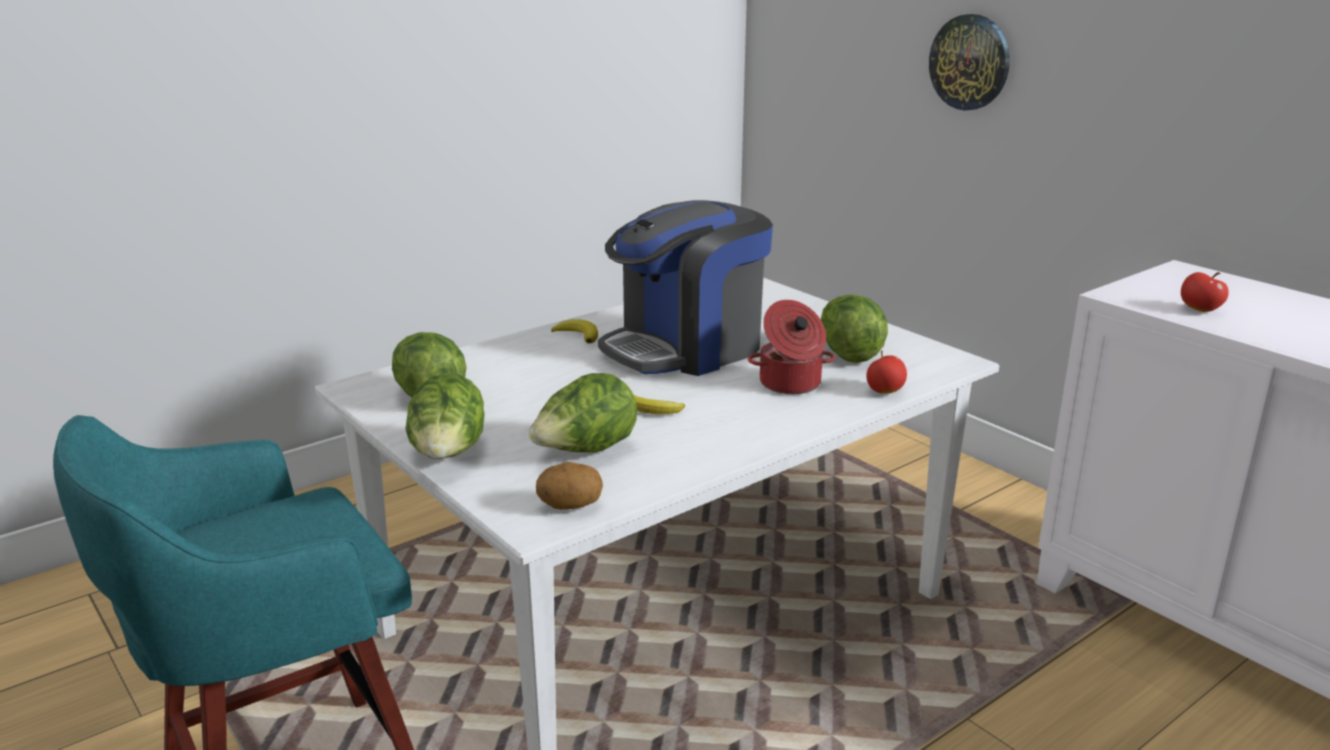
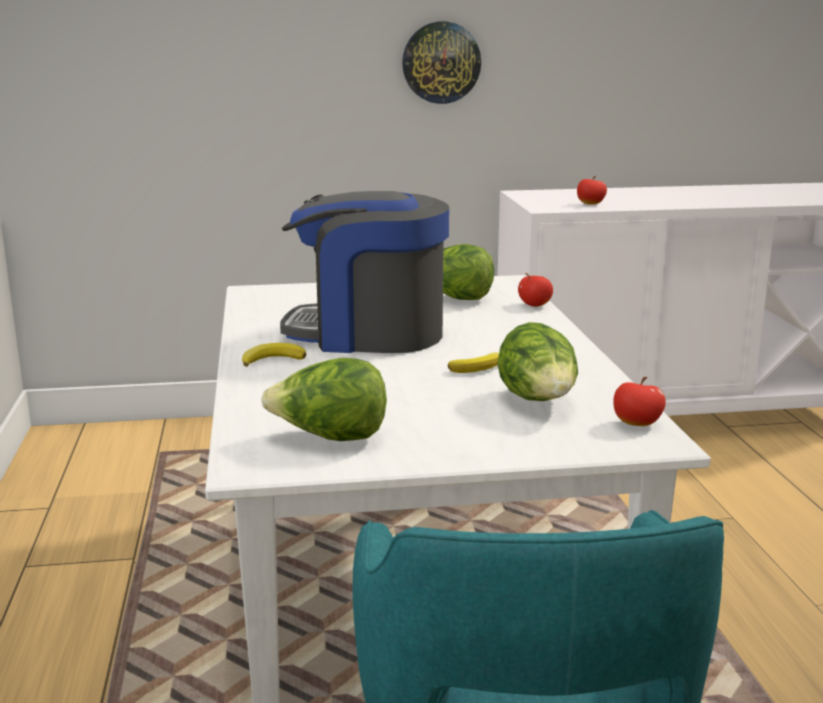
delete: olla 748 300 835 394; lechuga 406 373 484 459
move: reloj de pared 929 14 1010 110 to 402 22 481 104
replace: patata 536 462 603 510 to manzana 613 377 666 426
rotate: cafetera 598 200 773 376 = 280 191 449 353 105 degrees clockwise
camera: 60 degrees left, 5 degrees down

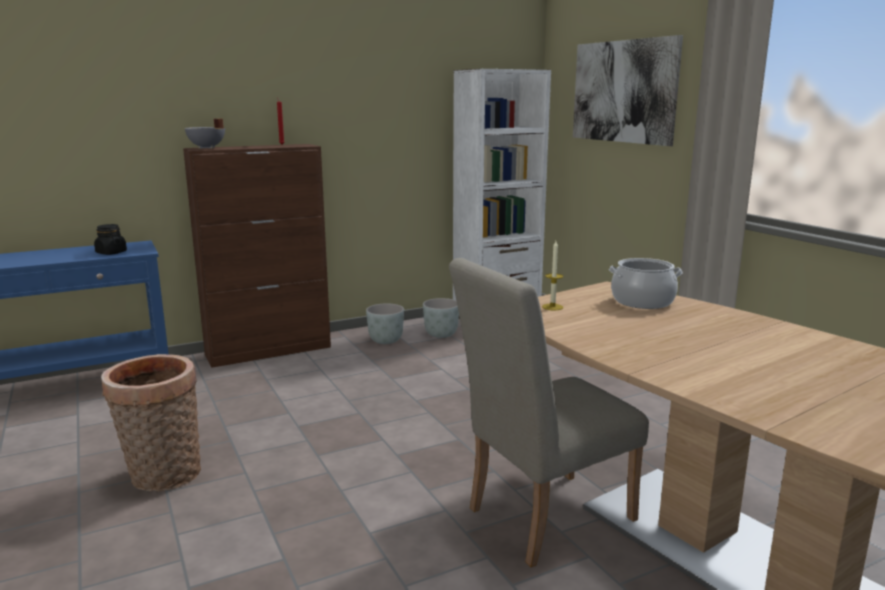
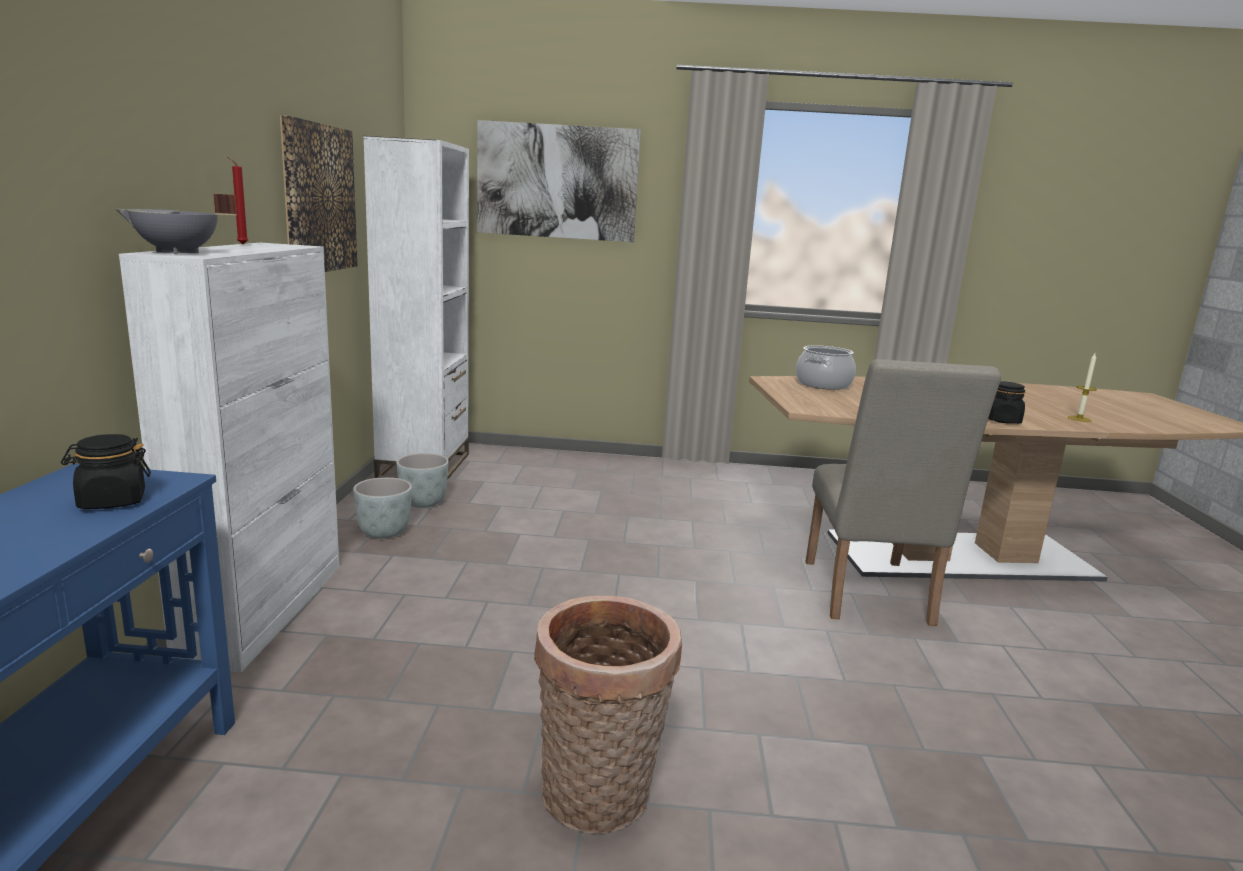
insert: cuadro 280 115 357 272; tarro/negro 988 381 1025 424
move: vela 542 241 563 311 to 1068 353 1097 422
recolor: armario/marrón 183 144 331 368 to armario/blanco 119 243 339 672
camera: 60 degrees left, 0 degrees up

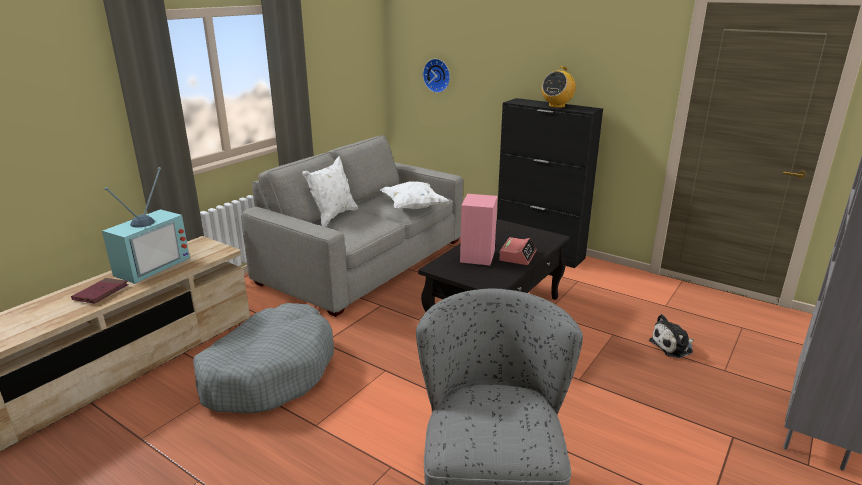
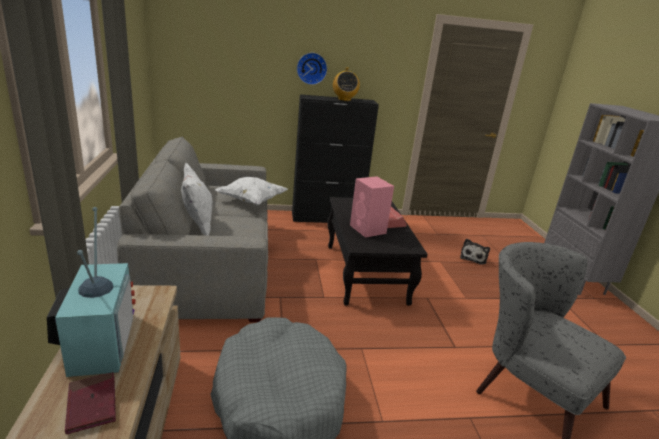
move: reloj de pared 423 59 450 93 to 297 53 327 85
camera: 45 degrees left, 0 degrees up

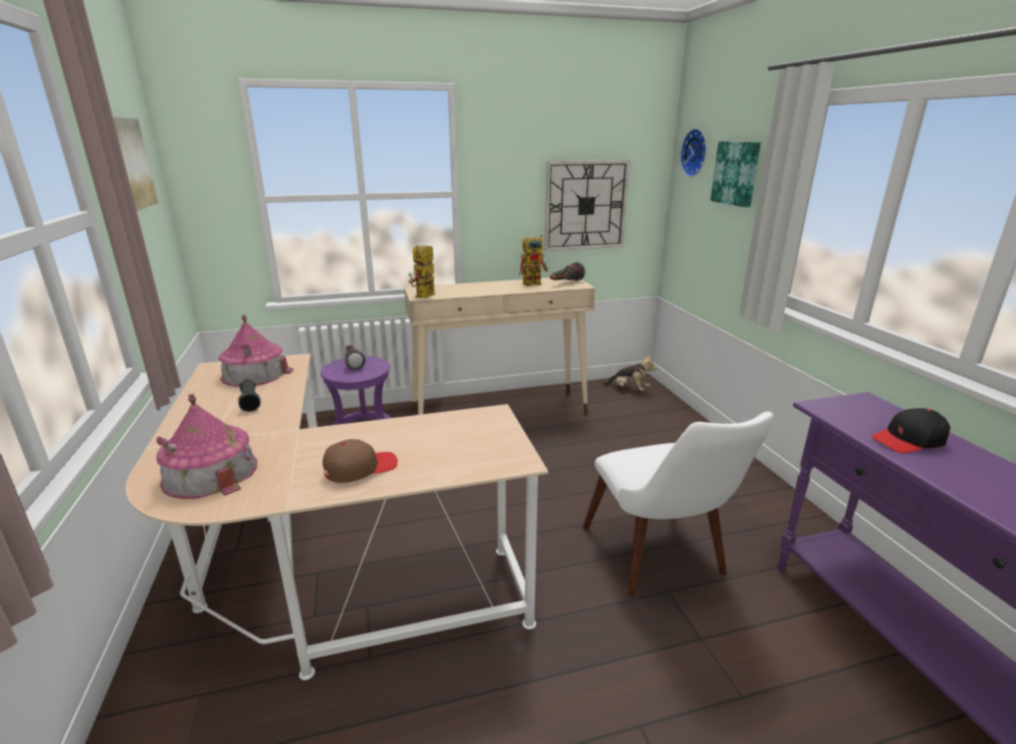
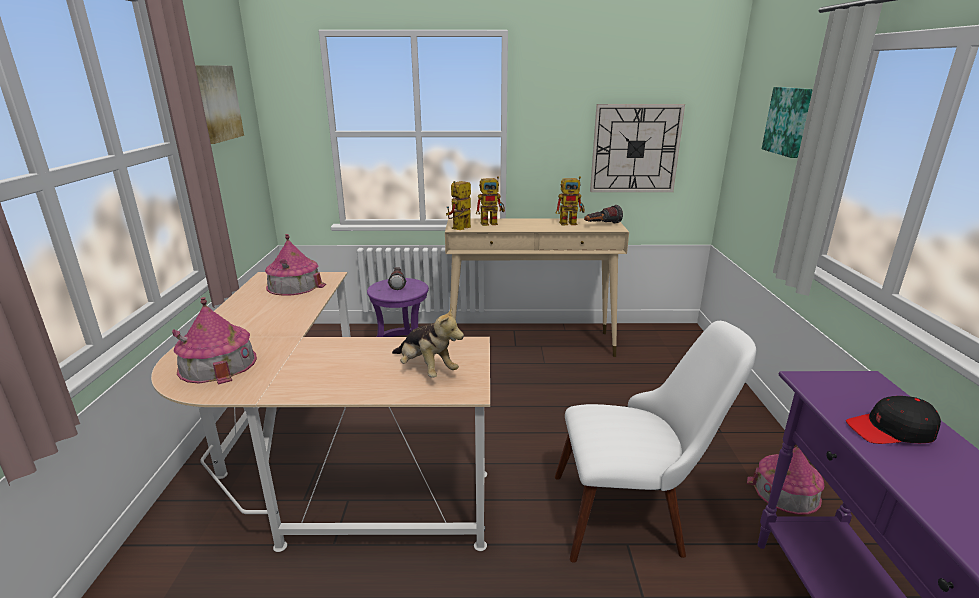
delete: reloj de pared 680 128 707 177; linterna/negro 238 379 261 412; gorra/marrón 322 439 398 483
insert: robot de juguete 476 176 505 226; casita 747 446 824 515
move: peluche 603 354 657 391 to 392 306 464 377
rotate: silla/blanco 583 411 774 597 = 555 321 756 562 90 degrees counterclockwise
camera: 15 degrees right, 0 degrees up

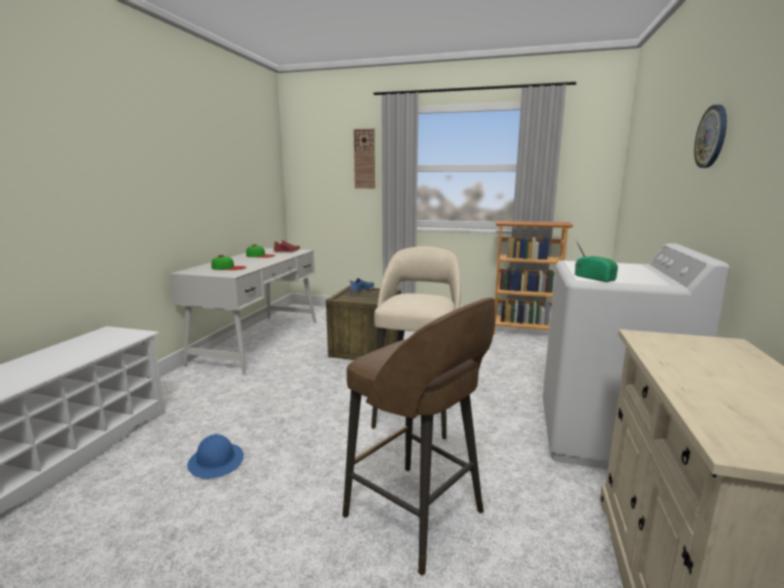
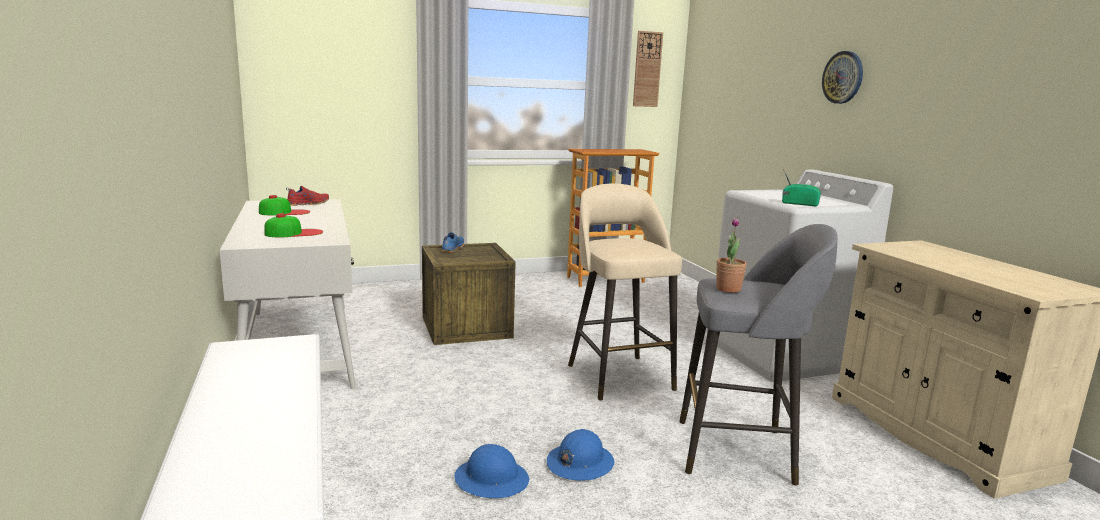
insert: planta en maceta 716 218 747 293; casco/azul 547 429 614 481
move: reloj de pared 354 128 375 189 to 633 31 663 107
recolor: taburete/marrón 343 297 495 575 to taburete/gris 679 224 838 486
camera: 35 degrees left, 0 degrees up

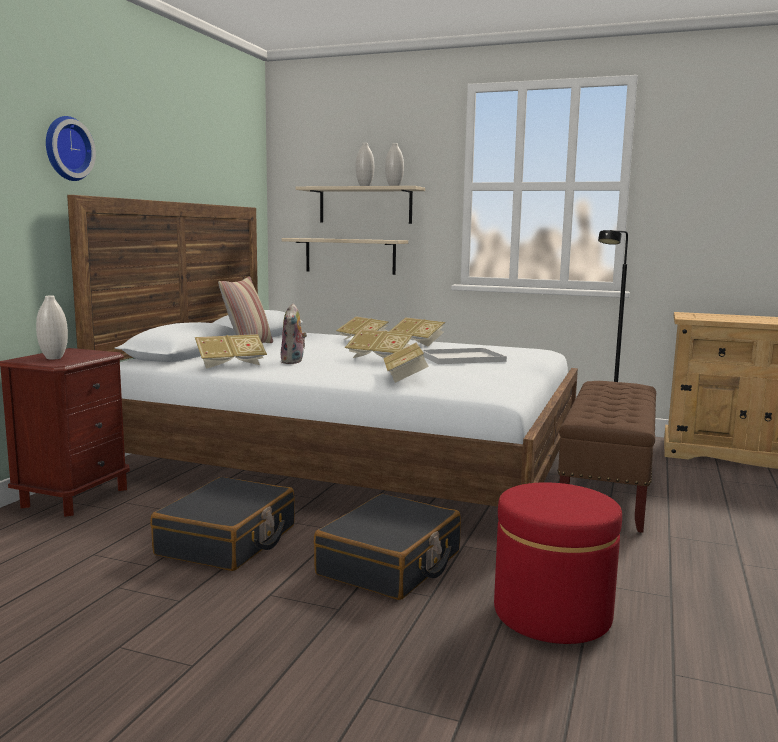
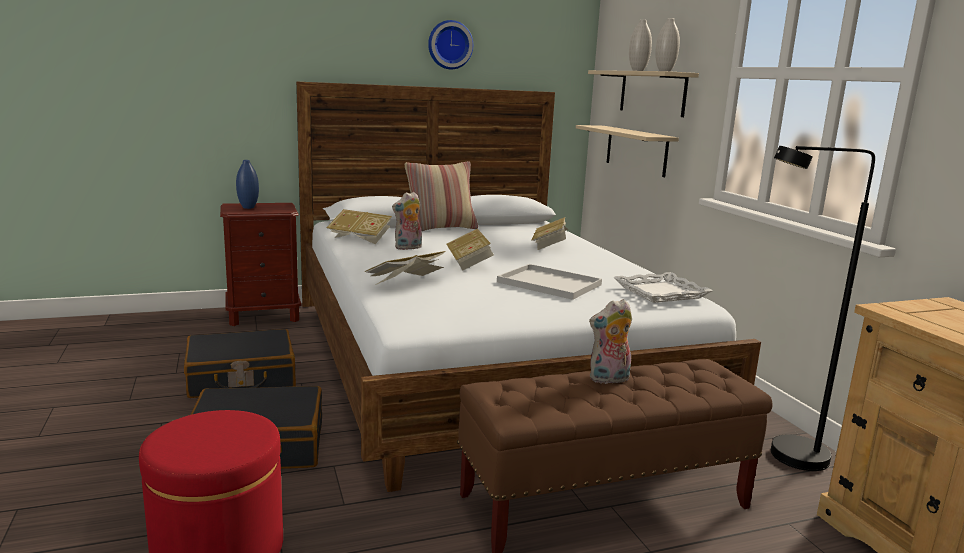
delete: libro 389 317 445 346
insert: bandeja/blanco 614 272 712 303; peluche 589 299 632 384
move: reloj de pared 46 116 96 181 to 428 20 473 70
recolor: florero/blanco 36 296 68 359 to florero/azul 236 160 259 209
camera: 50 degrees right, 5 degrees up

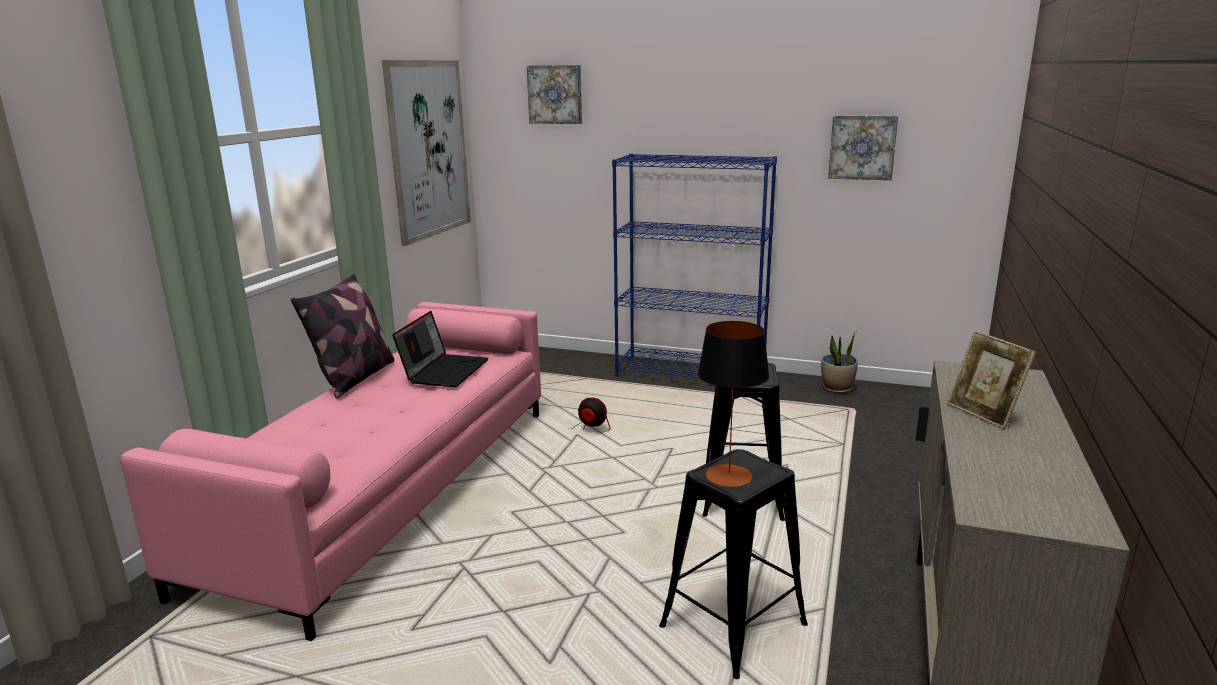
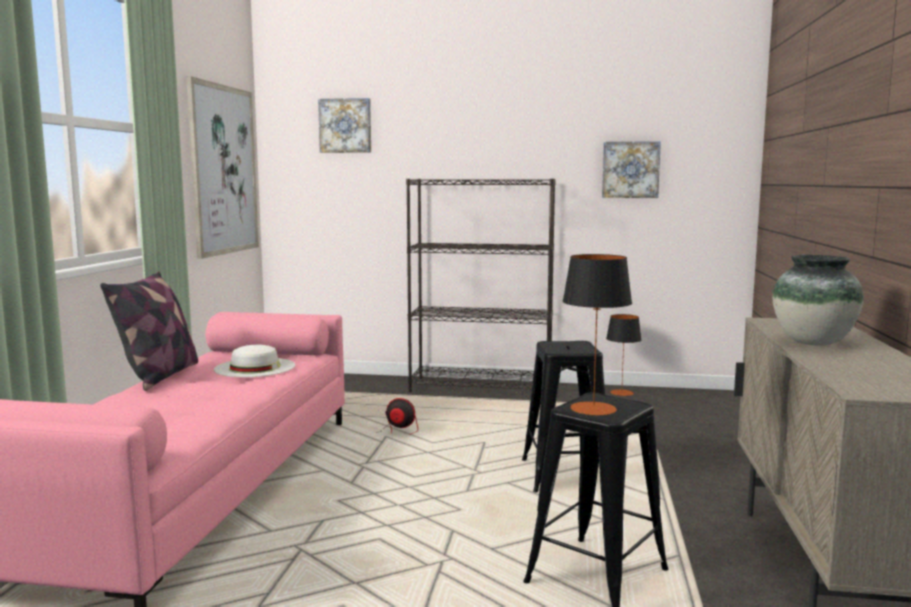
replace: portátil 392 311 488 387 to sombrero/blanco 214 345 295 377; planta en maceta 821 330 858 393 to lámpara de mesa 606 314 641 396; portarretratos 947 330 1036 430 to florero 773 255 864 346
recolor: estantería/azul 612 153 777 378 to estantería/negro 406 179 556 392
camera: 10 degrees left, 10 degrees down

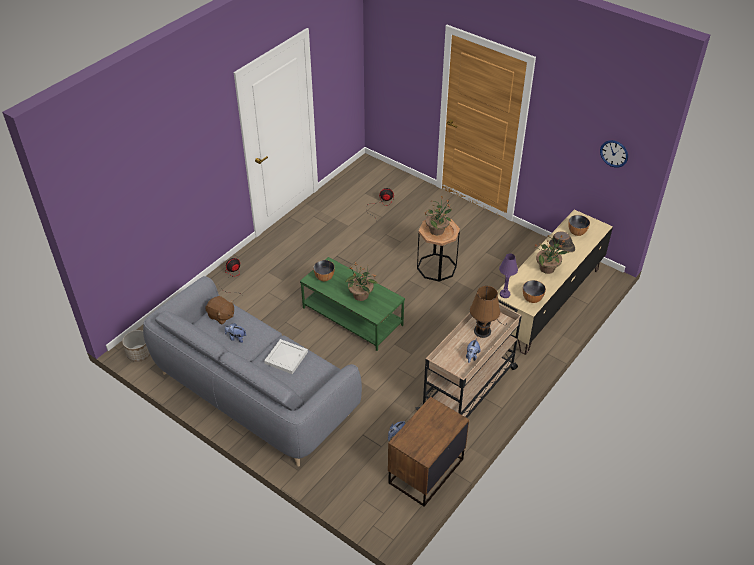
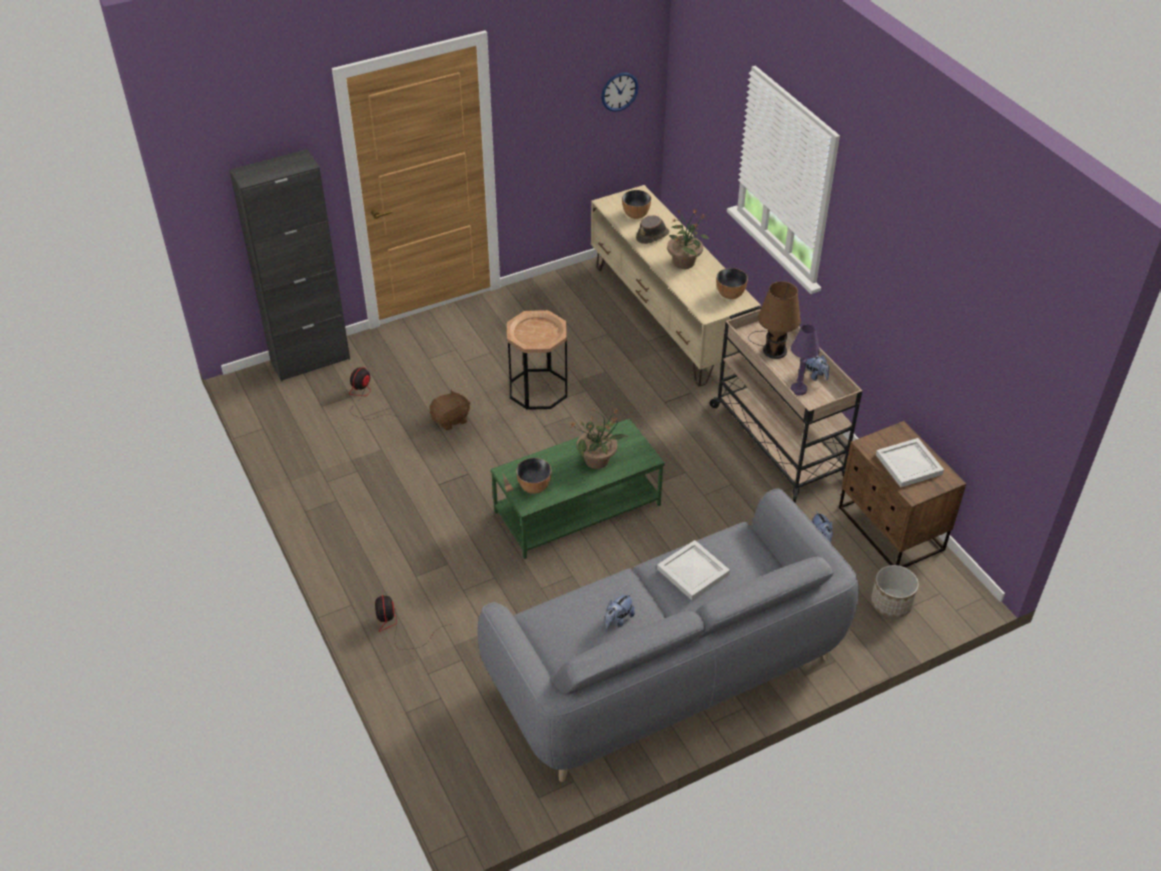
delete: planta en maceta 424 197 453 235
insert: armario/negro 229 149 350 382; bandeja/blanco 876 438 944 487
move: lámpara de mesa/morado 499 253 518 298 to 791 324 820 395; peluche/marrón 205 296 234 324 to 430 389 470 430; maceta 122 330 150 362 to 871 565 919 618
camera: 65 degrees left, 0 degrees up

